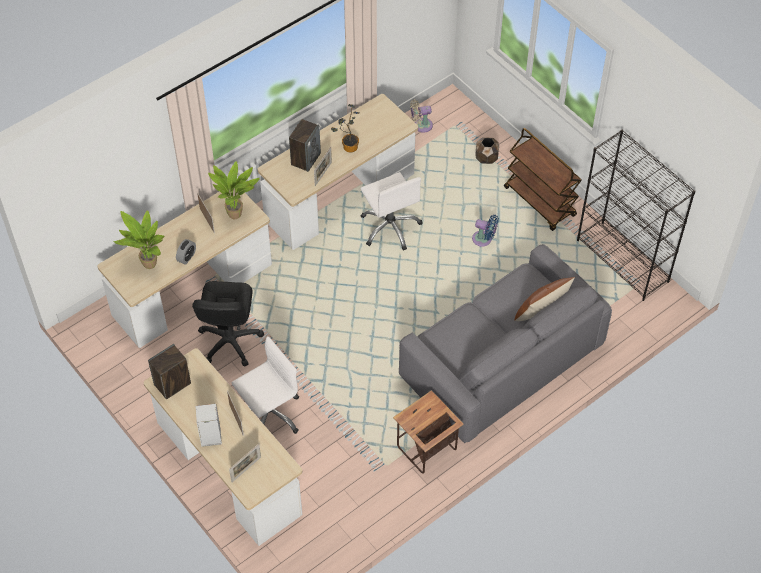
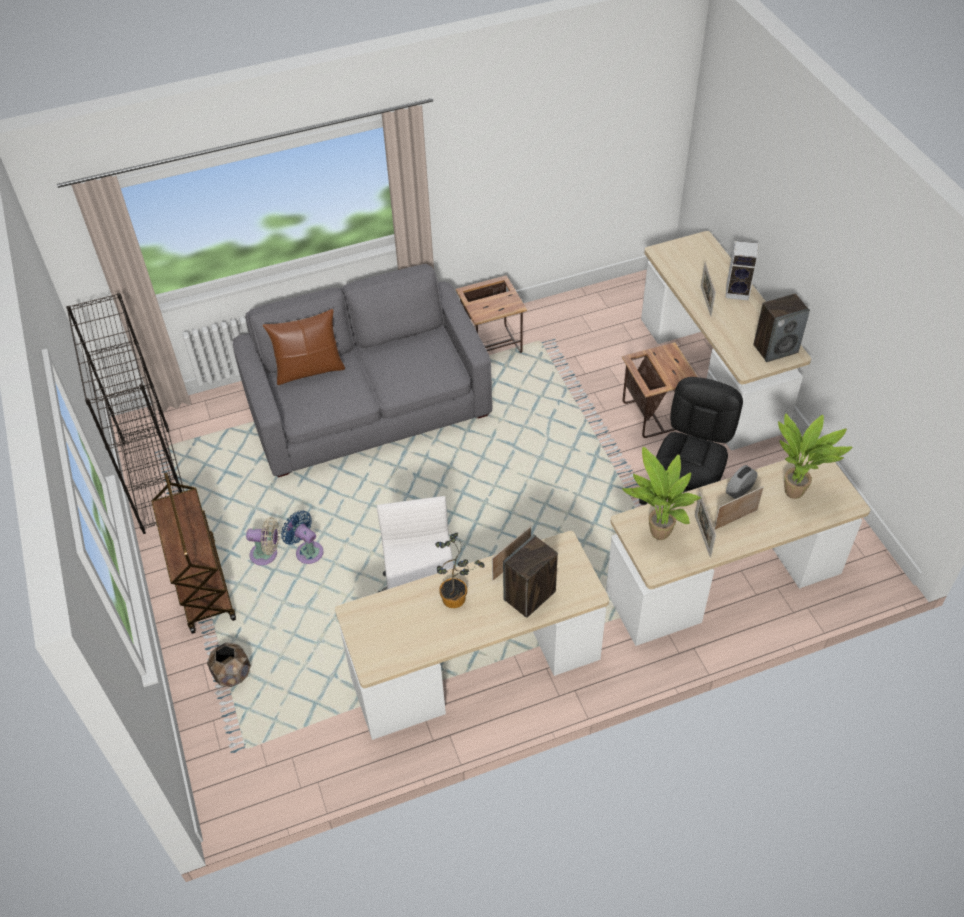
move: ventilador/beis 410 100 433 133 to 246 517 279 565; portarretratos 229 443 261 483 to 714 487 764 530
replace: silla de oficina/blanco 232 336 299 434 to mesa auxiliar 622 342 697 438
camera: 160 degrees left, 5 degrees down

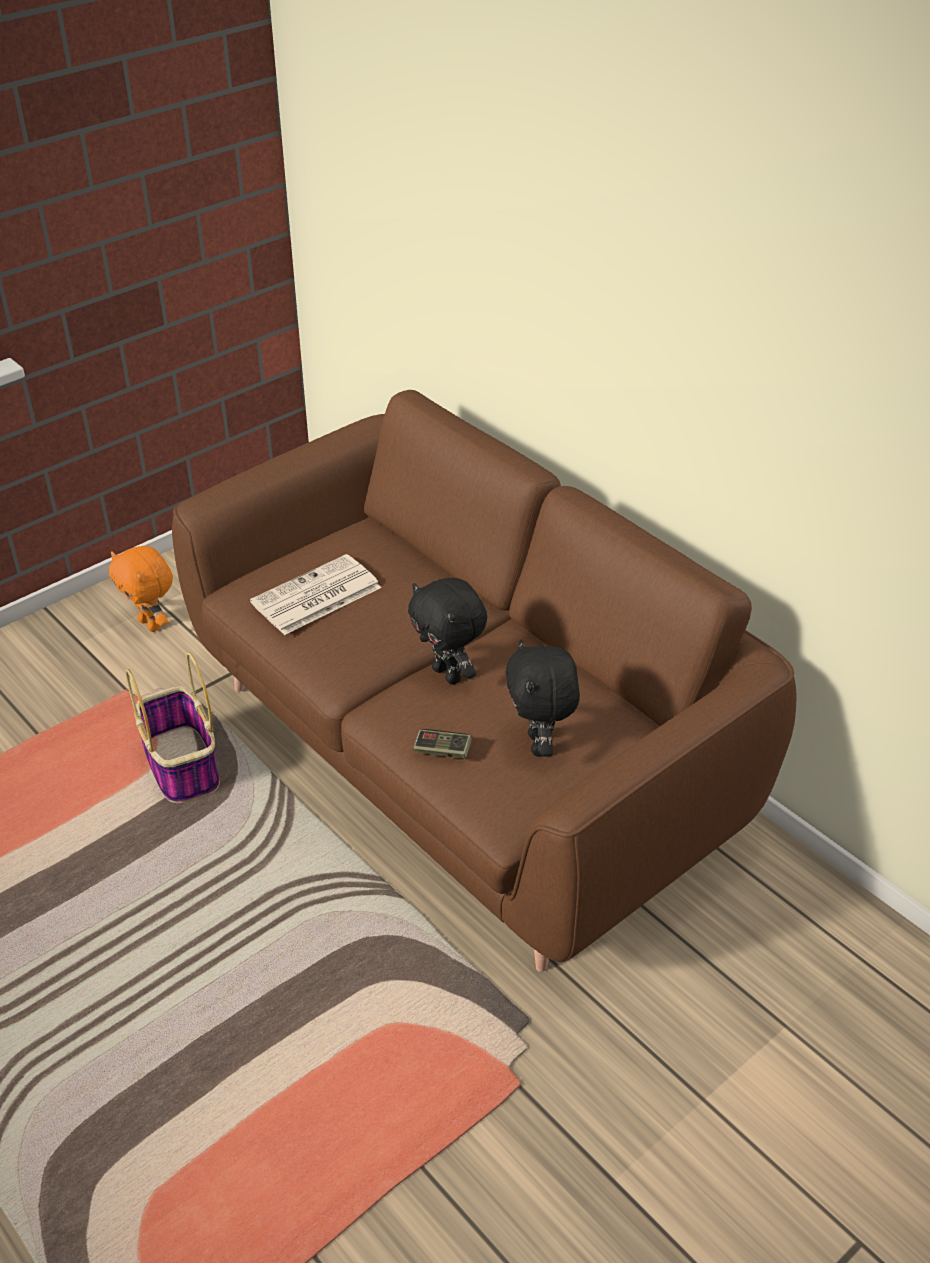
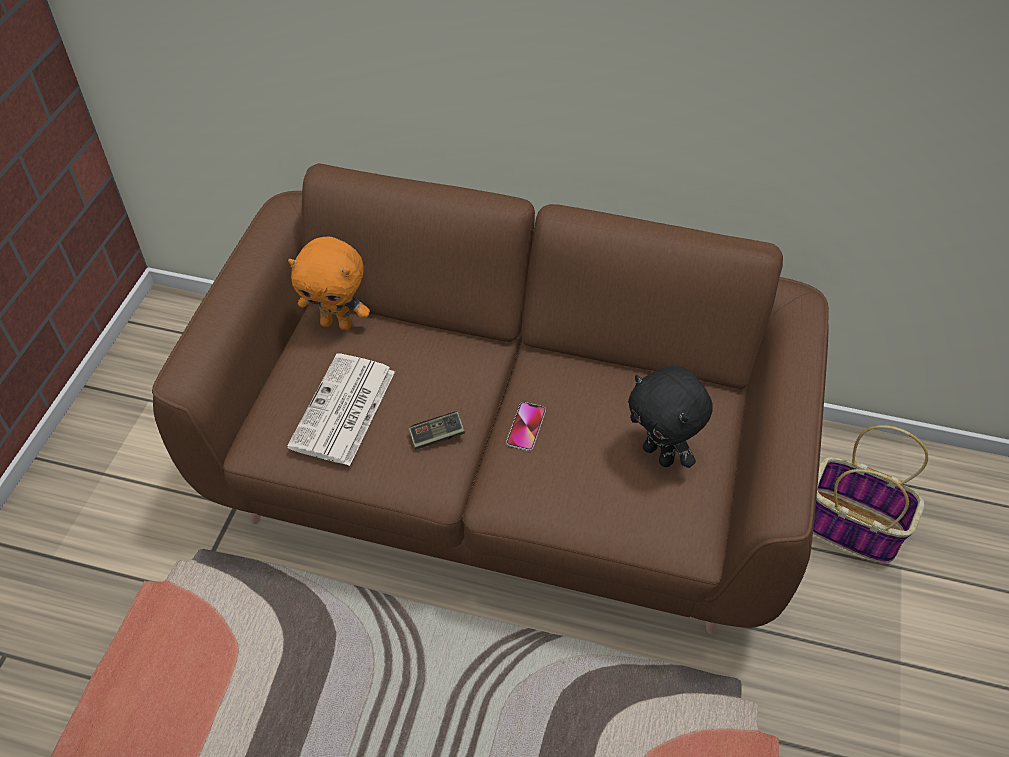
move: peluche/naranja 109 546 173 632 to 288 237 370 330; cesta 126 652 220 803 to 813 425 928 563; mando de consola 413 729 472 758 to 409 412 465 450
replace: peluche/negro 408 578 487 685 to móvil 506 402 546 451
camera: 35 degrees left, 10 degrees up

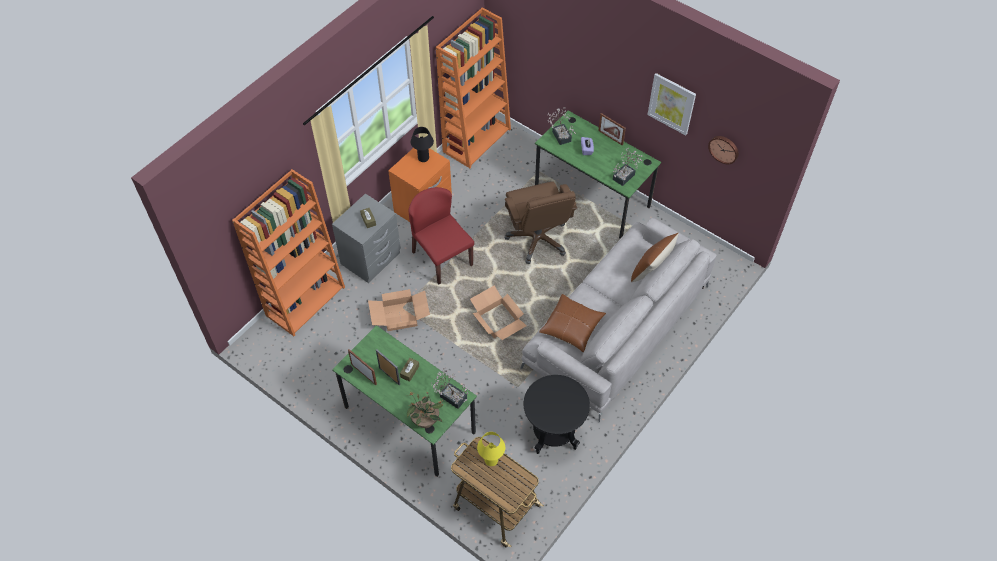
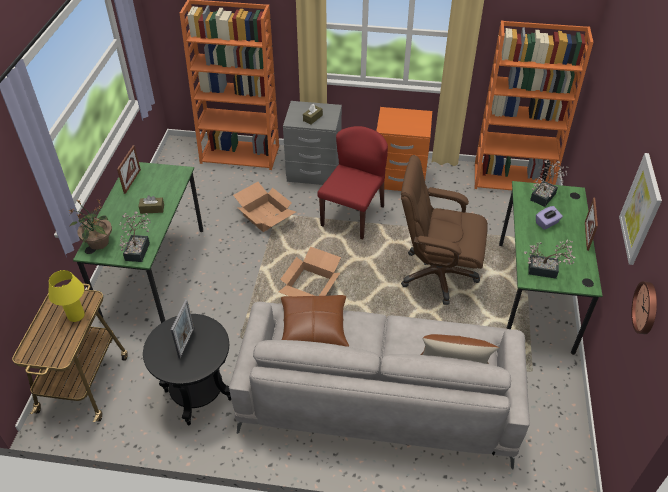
delete: lámpara de mesa/negro 411 127 434 162
move: portarretratos 376 349 400 385 to 171 300 194 358
rotate: silla de oficina/marrón 505 181 577 264 = 401 155 488 305 60 degrees clockwise
camera: 60 degrees right, 10 degrees down

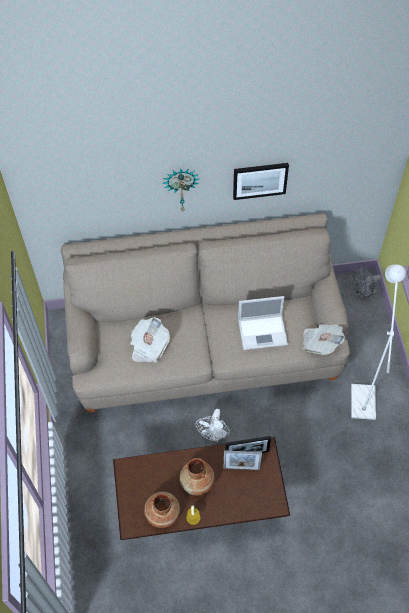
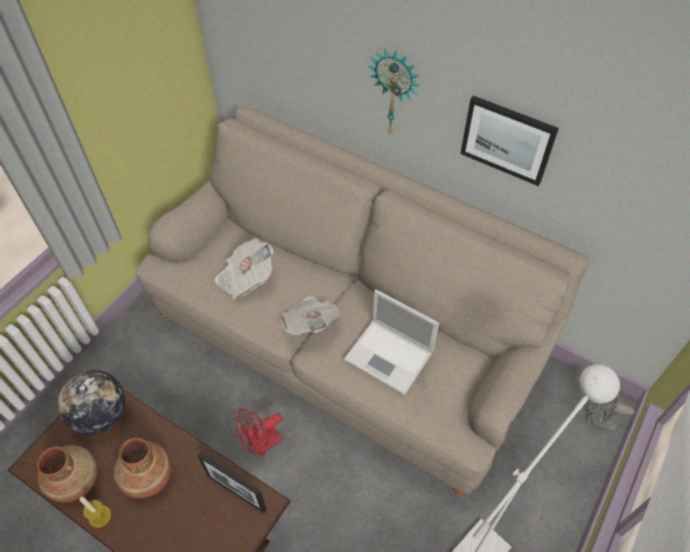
delete: portarretratos 223 450 262 470
insert: globo terráqueo 58 370 126 435
move: periódico 303 324 345 355 to 281 296 340 335
recolor: ventilador/blanco 195 409 230 442 to ventilador/rojo 235 408 283 456
camera: 40 degrees right, 5 degrees down

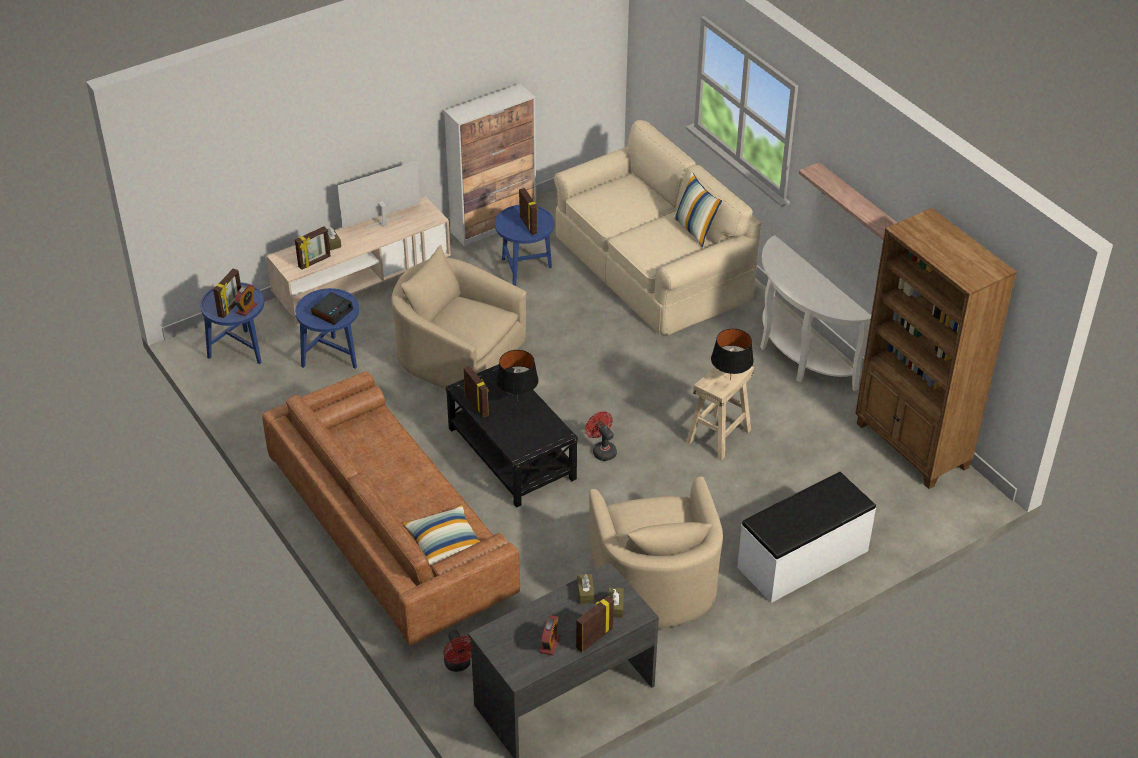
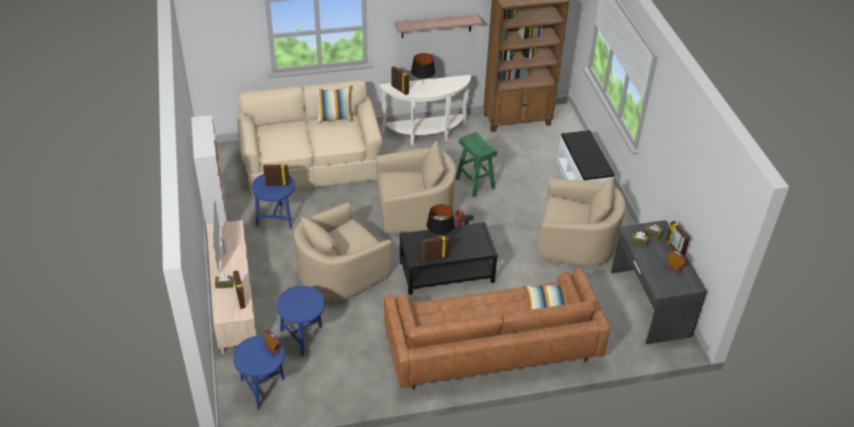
delete: despertador 311 292 353 325; ventilador/rojo 443 629 472 672
insert: sillón/beis 376 140 456 234
move: portarretratos 213 269 241 318 to 391 66 410 95; lámpara de mesa/negro 711 329 754 380 to 411 53 436 79
recolor: taburete/beis 686 367 754 461 to taburete/verde 455 132 497 197
camera: 70 degrees left, 0 degrees up

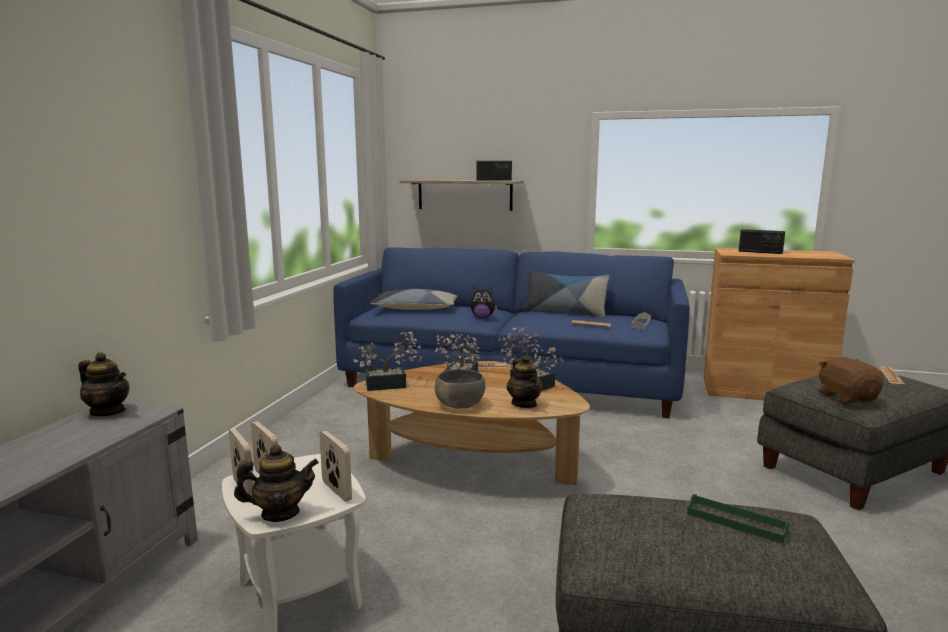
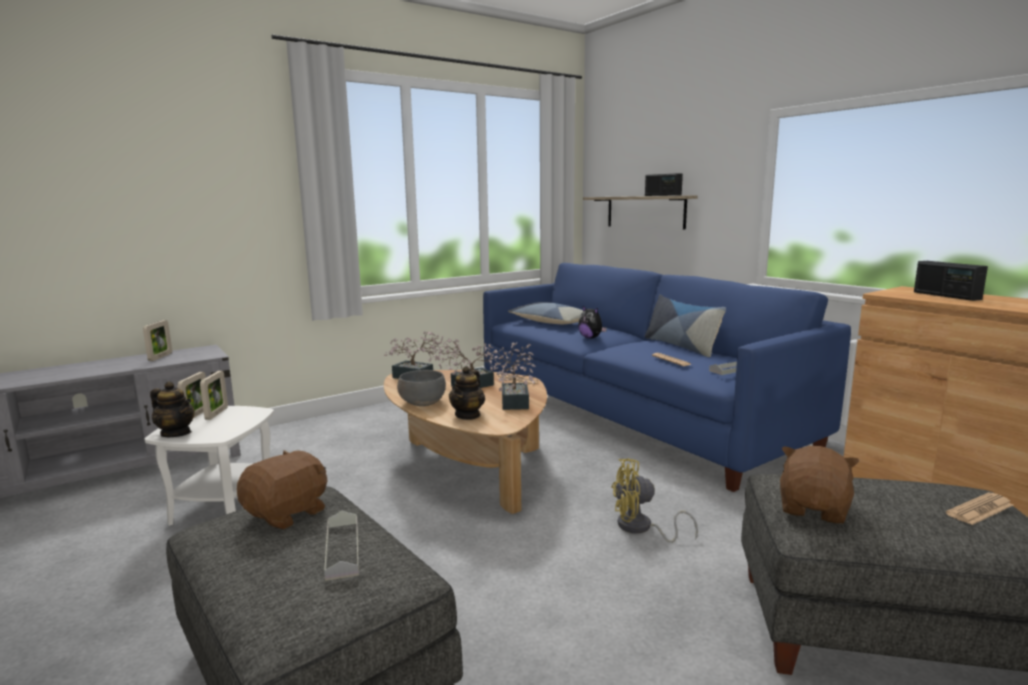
delete: tetera 78 352 130 416
insert: peluche/marrón 237 450 327 529; ventilador/amarillo 611 458 698 543
move: portarretratos 319 431 352 501 to 143 320 172 361
recolor: bandeja/verde 687 494 789 544 to bandeja/gris 324 511 359 581
camera: 40 degrees right, 0 degrees up

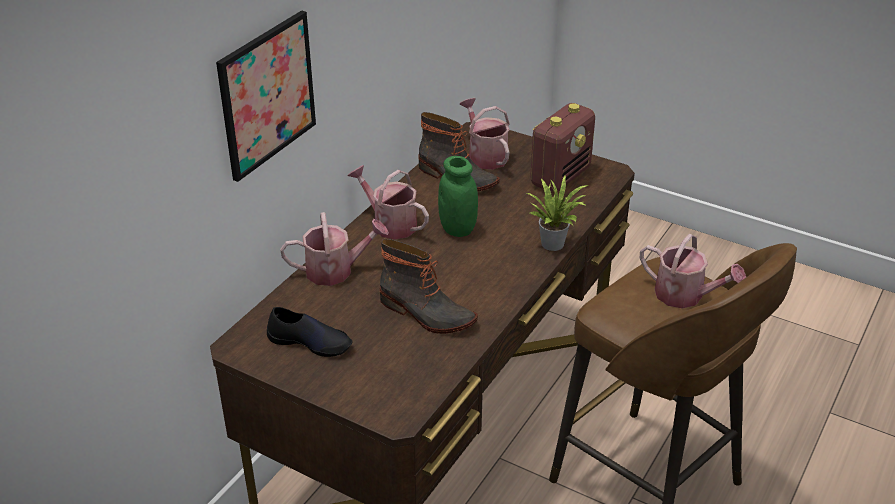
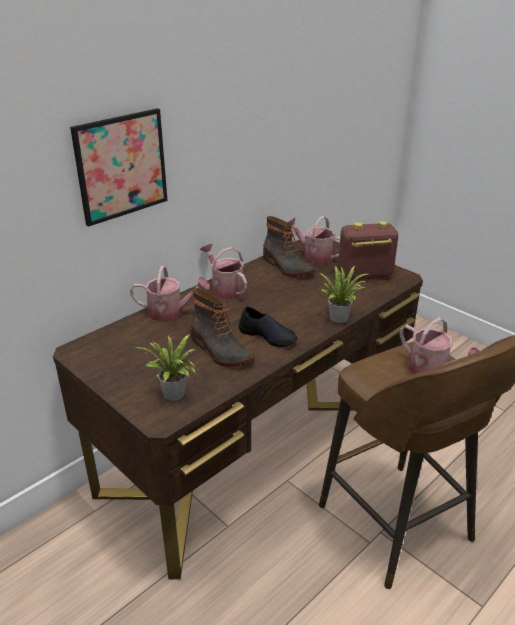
delete: tarro/verde 438 156 478 237
insert: planta en maceta 137 334 196 401
move: zapato/negro 267 307 352 357 to 239 306 298 347
rotate: regadera 459 98 510 170 = 288 216 340 264 45 degrees counterclockwise; radio 530 103 595 193 = 338 221 398 280 150 degrees counterclockwise
camera: 15 degrees right, 5 degrees down

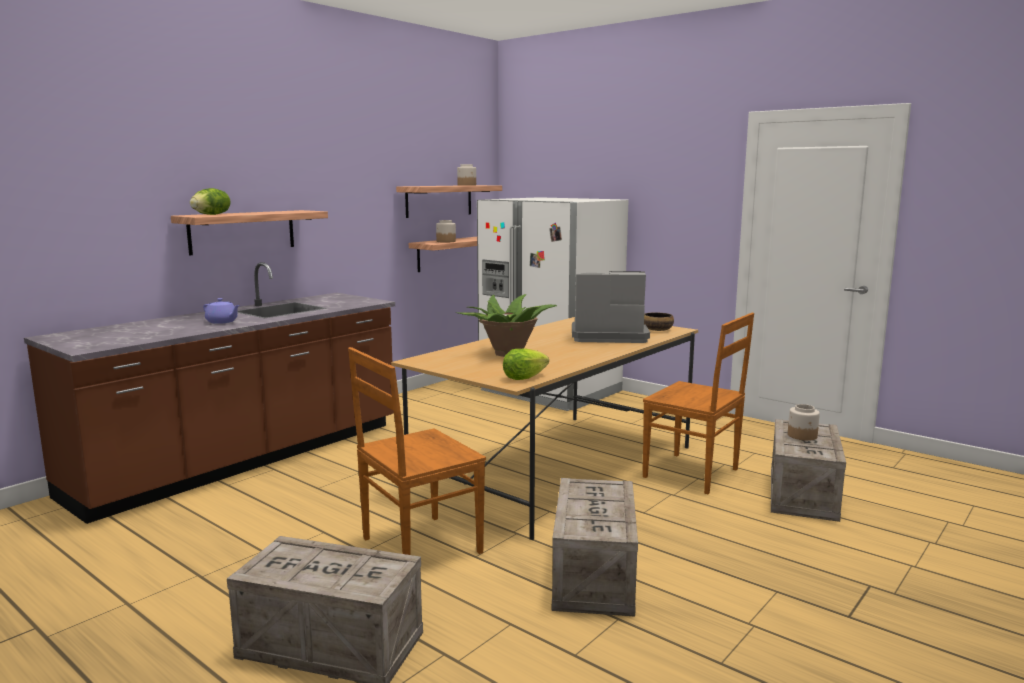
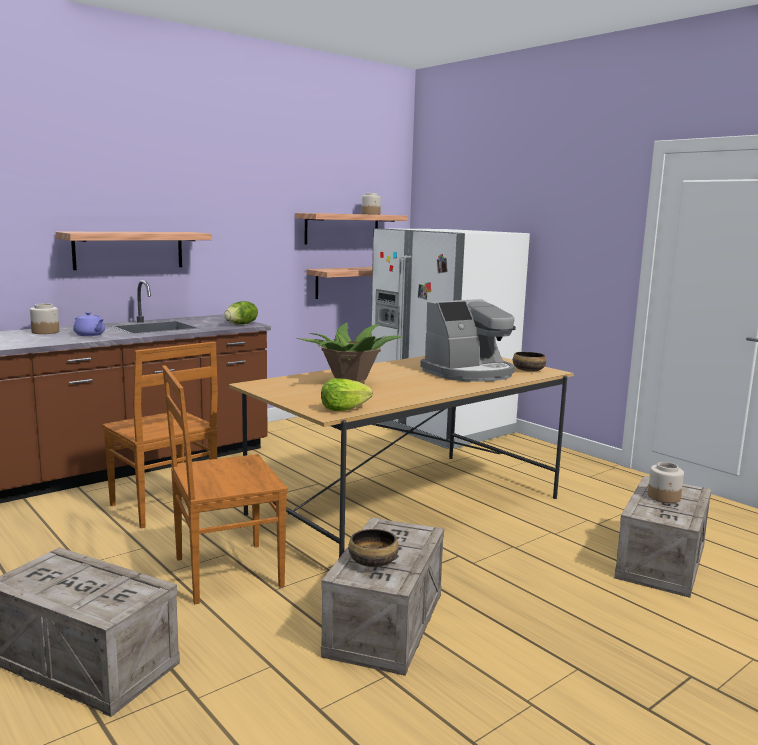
insert: cuenco 348 529 399 567
move: lechuga 190 188 231 215 to 224 301 258 324; tarro 436 220 456 243 to 30 303 59 334; silla/marrón 643 313 754 494 to 102 342 218 529
rotate: cafetera 572 271 650 343 = 420 299 516 382 135 degrees clockwise
camera: 10 degrees right, 0 degrees up

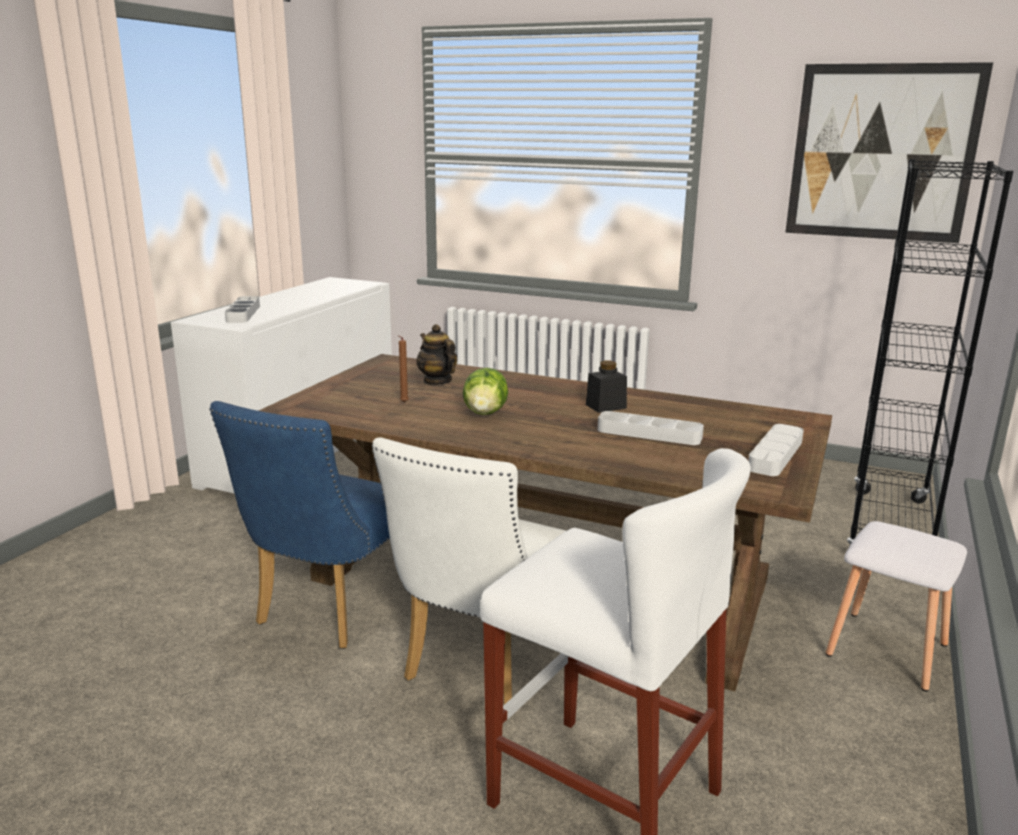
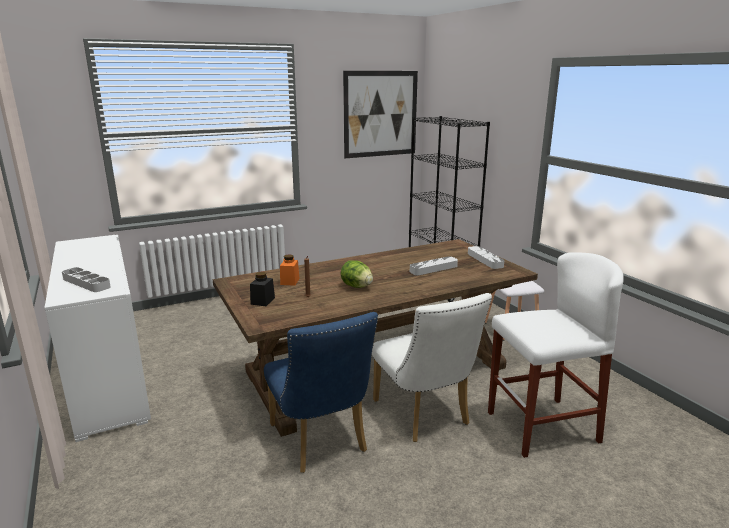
move: tarro/negro 586 361 627 413 to 250 272 275 306
replace: tetera 417 324 457 385 to tarro/naranja 280 254 299 286
camera: 50 degrees left, 0 degrees up

